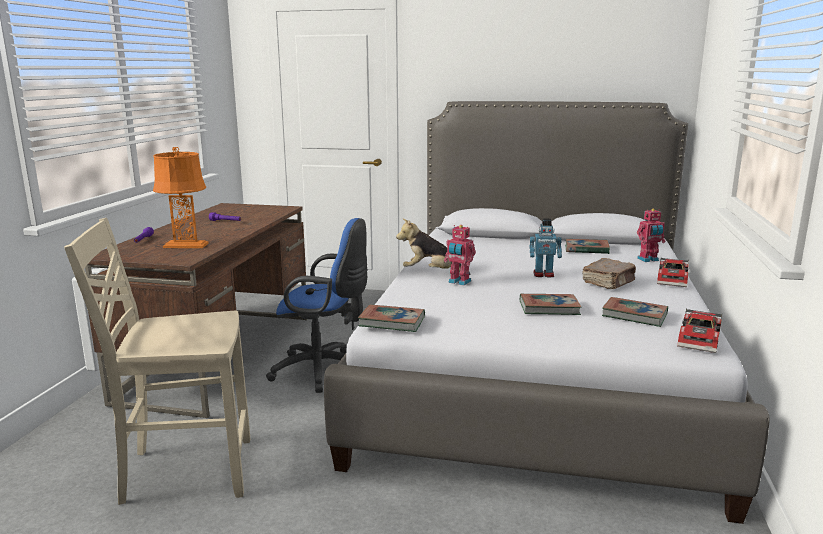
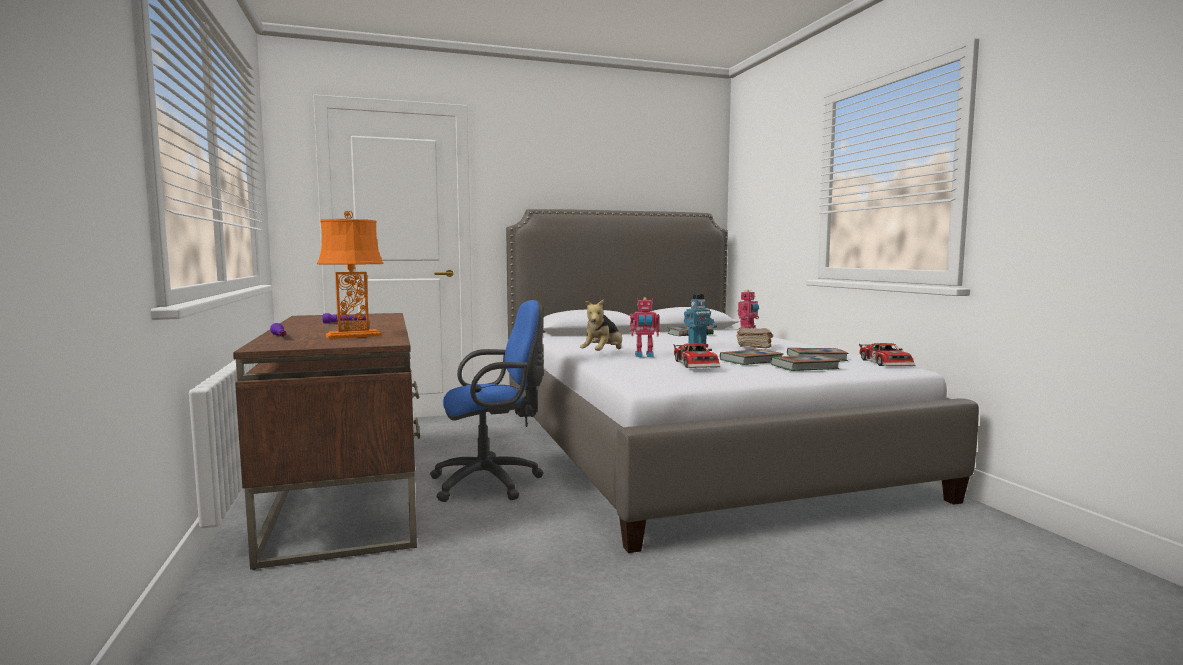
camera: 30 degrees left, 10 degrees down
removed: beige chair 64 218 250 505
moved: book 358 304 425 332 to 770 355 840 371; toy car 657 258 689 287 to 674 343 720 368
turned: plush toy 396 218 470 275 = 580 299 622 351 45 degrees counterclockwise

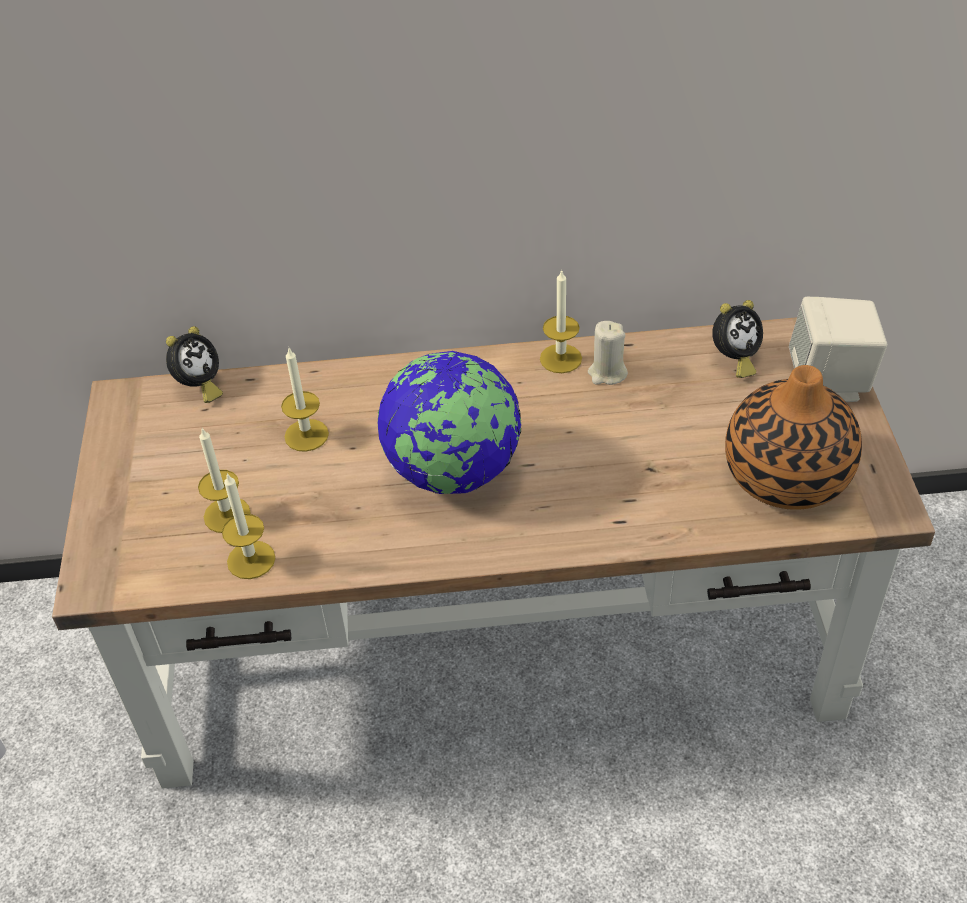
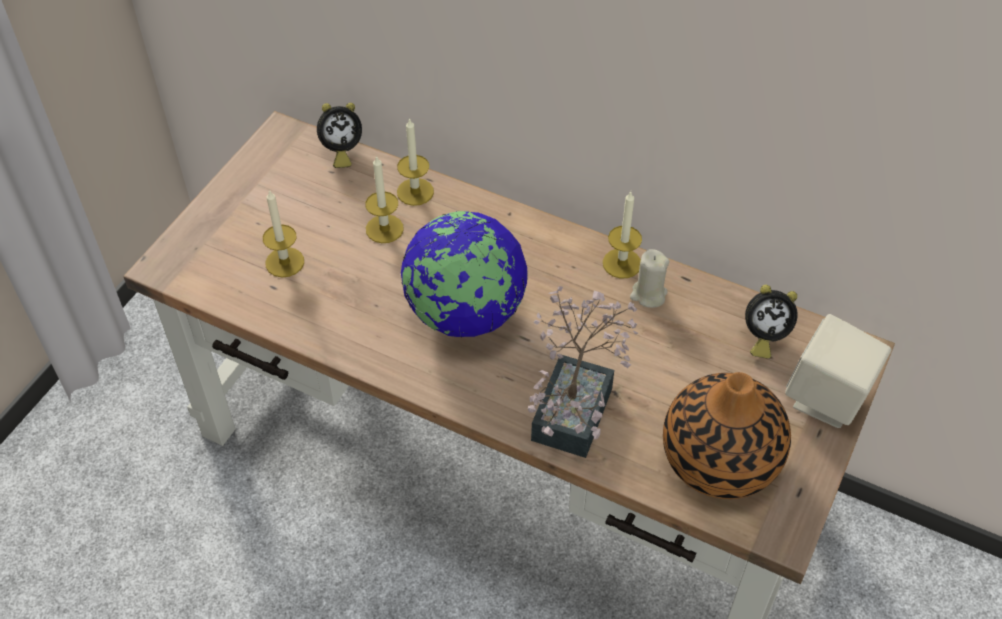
camera: 30 degrees right, 5 degrees up
added: potted plant 528 286 638 458
moved: candle 222 473 275 579 to 397 118 434 206

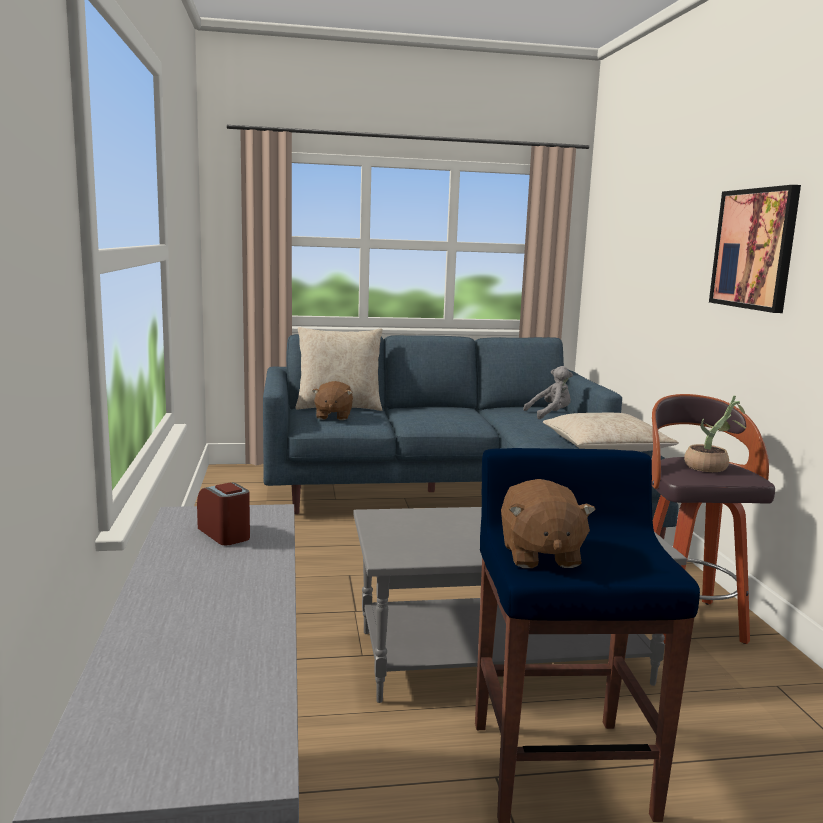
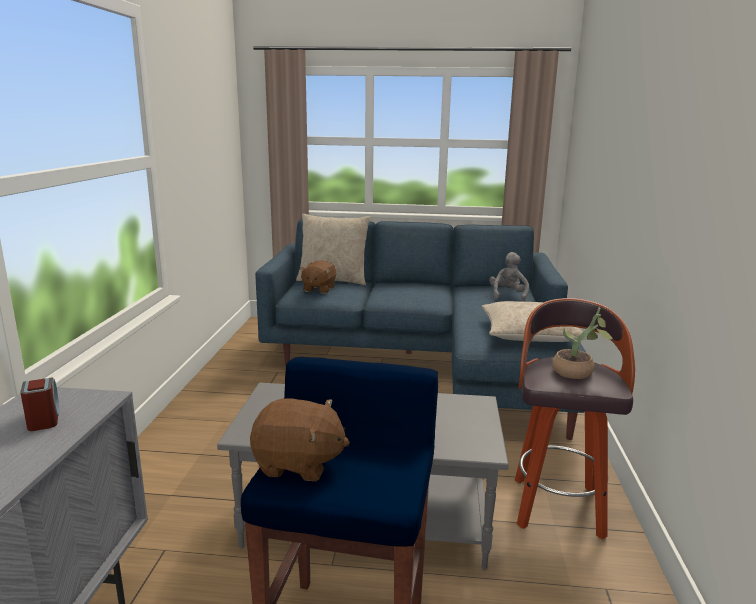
camera: 15 degrees right, 5 degrees up
removed: picture 709 185 801 313
turned: brown plush toy 501 479 596 568 = 250 398 350 481 90 degrees counterclockwise; grey plush toy 523 366 573 419 = 489 252 529 302 75 degrees counterclockwise

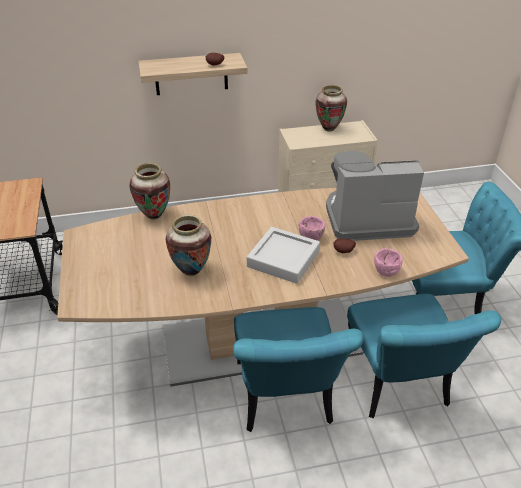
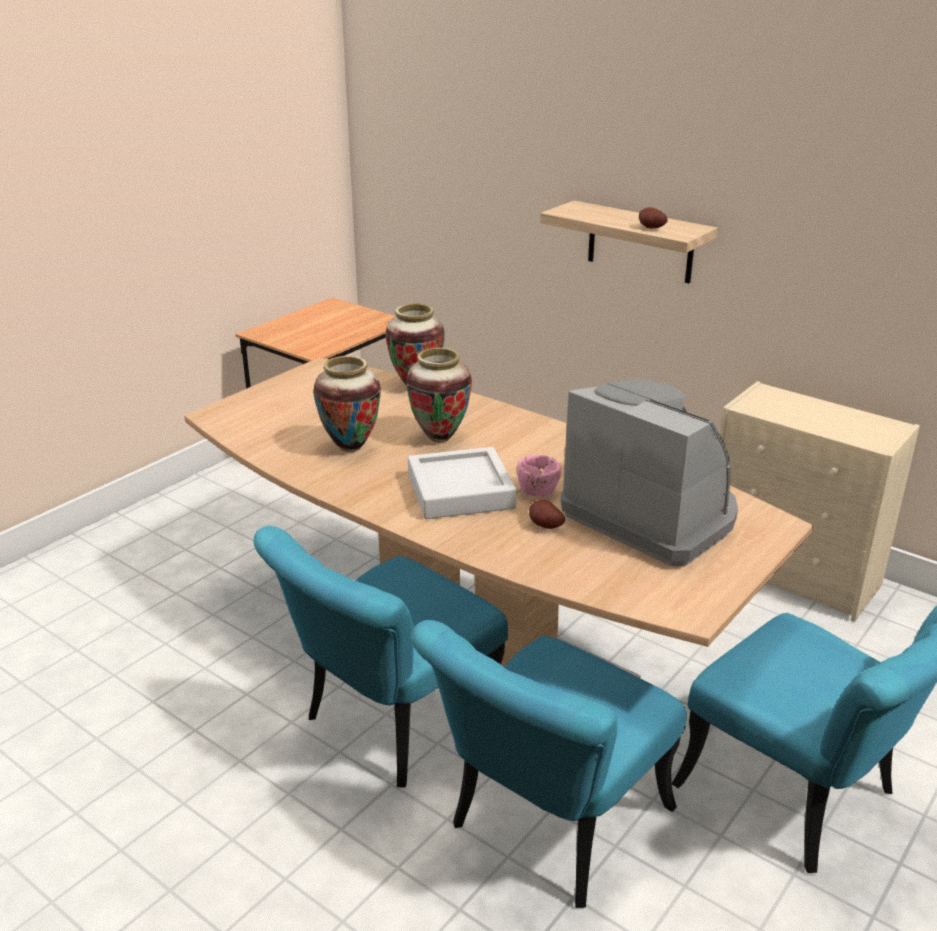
camera: 50 degrees right, 10 degrees down
removed: pink bowl 374 248 402 277
moved: vase 316 85 347 131 to 406 348 472 443

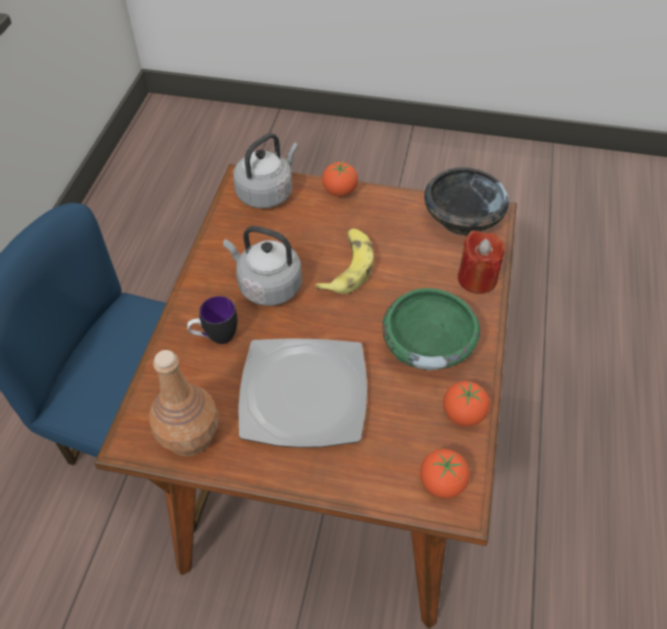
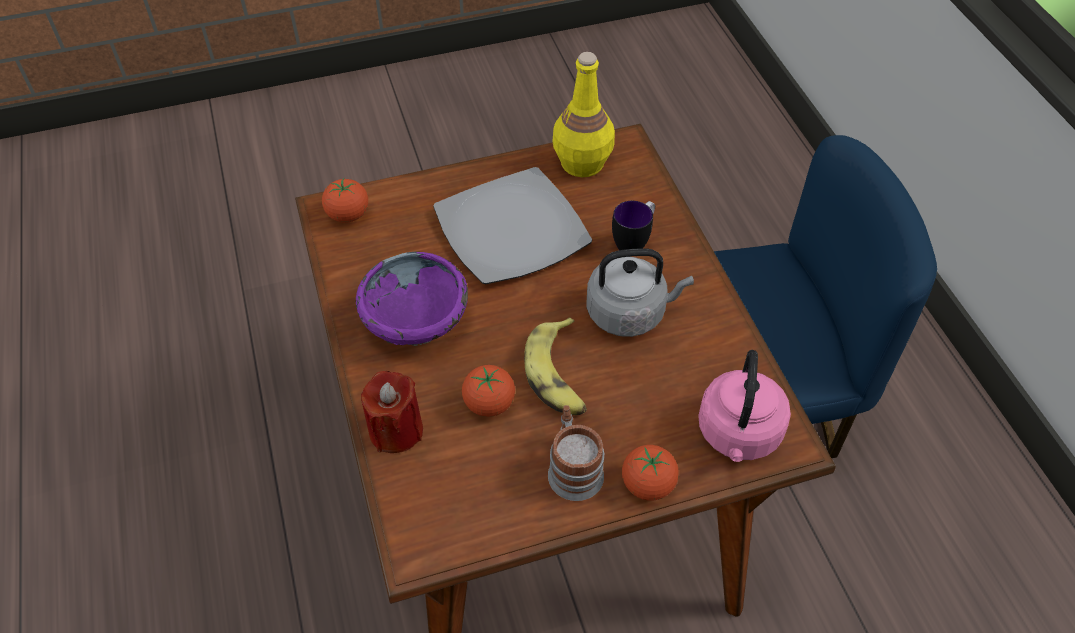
camera: 150 degrees right, 0 degrees up
removed: black bowl 424 167 509 236
added: mug 548 405 604 501
moved: tomato 443 381 490 426 to 462 365 515 417
recoloured: brown bottle 149 350 219 457 to yellow bottle 553 52 615 177; grey kettle 233 133 298 208 to pink kettle 698 350 791 462; green bowl 382 288 480 371 to purple bowl 356 252 468 346

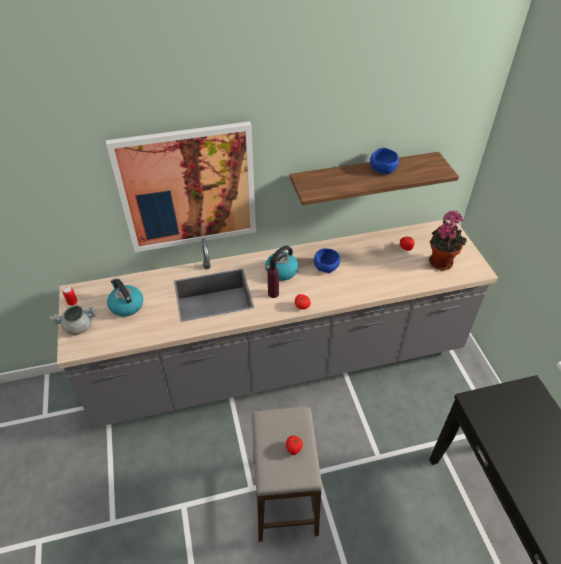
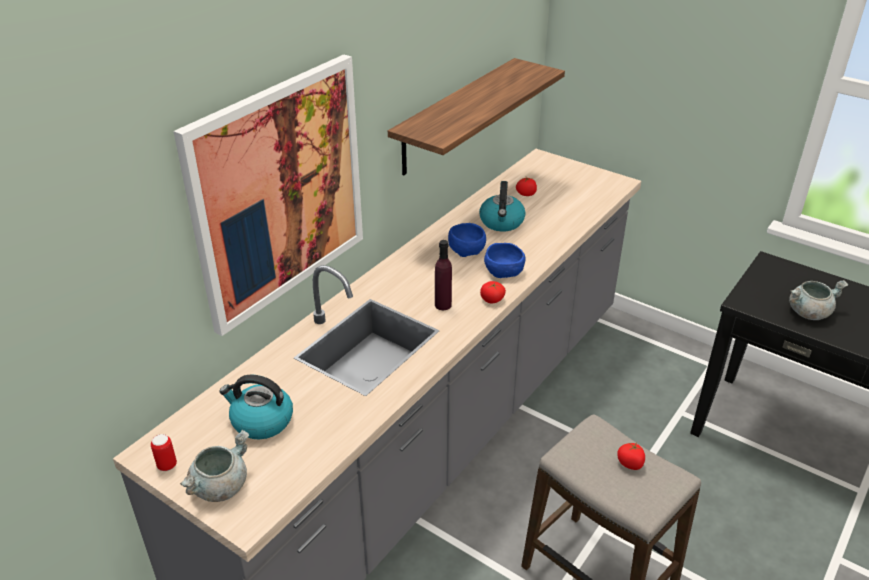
camera: 40 degrees left, 10 degrees down
removed: potted plant 429 210 467 270
added: grey cooking pot 789 280 848 320
moved: kettle 265 246 299 281 to 479 181 526 231; blue bowl 370 148 399 174 to 484 243 525 278

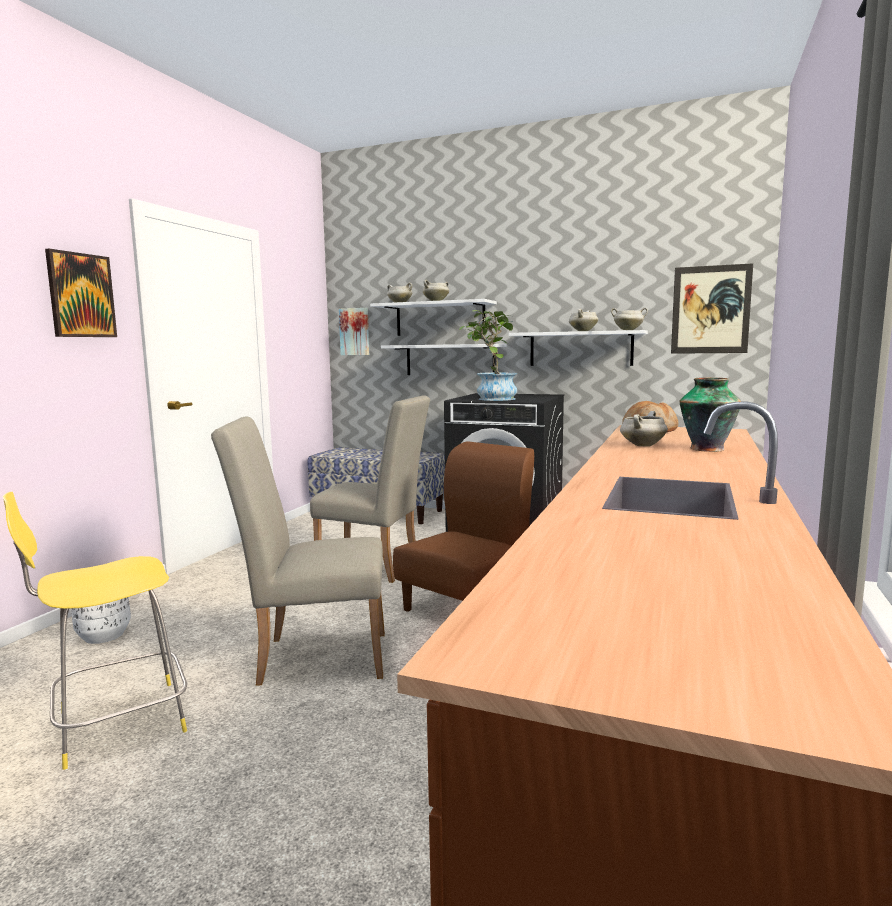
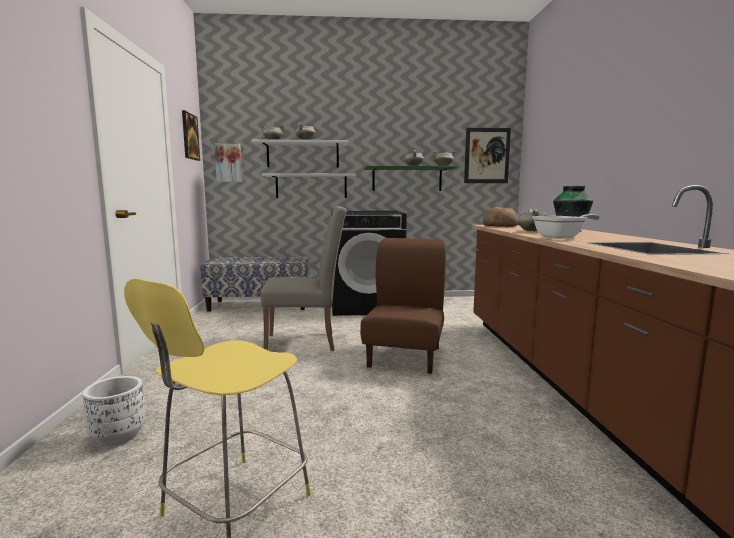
camera: 25 degrees left, 0 degrees up
removed: beige chair 211 417 385 686; potted plant 459 310 517 401
added: frying pan 532 214 600 239
moved: picture 45 249 117 337 to 182 110 200 161
recoloured: white shelf 509 330 648 366 to green shelf 364 166 457 191

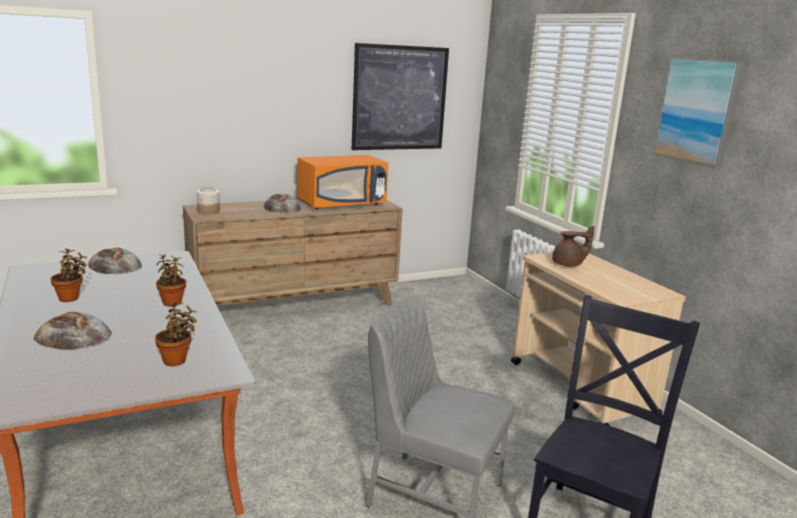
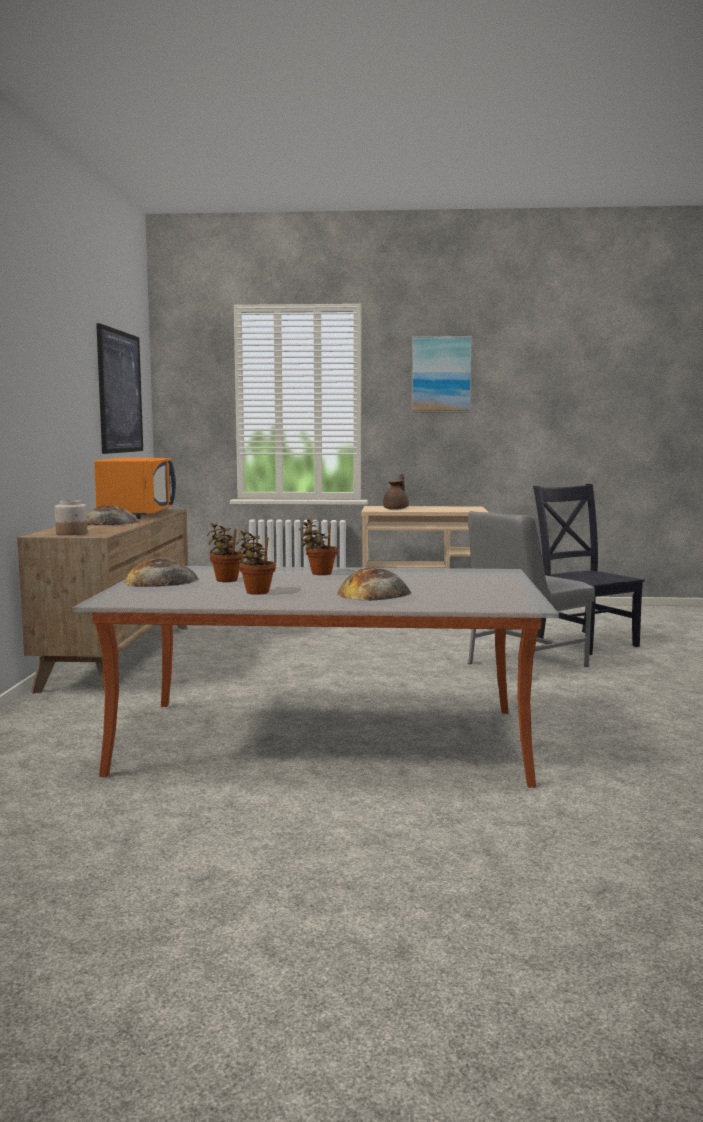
camera: 60 degrees left, 10 degrees down
moved: potted plant 155 301 197 366 to 207 522 244 582

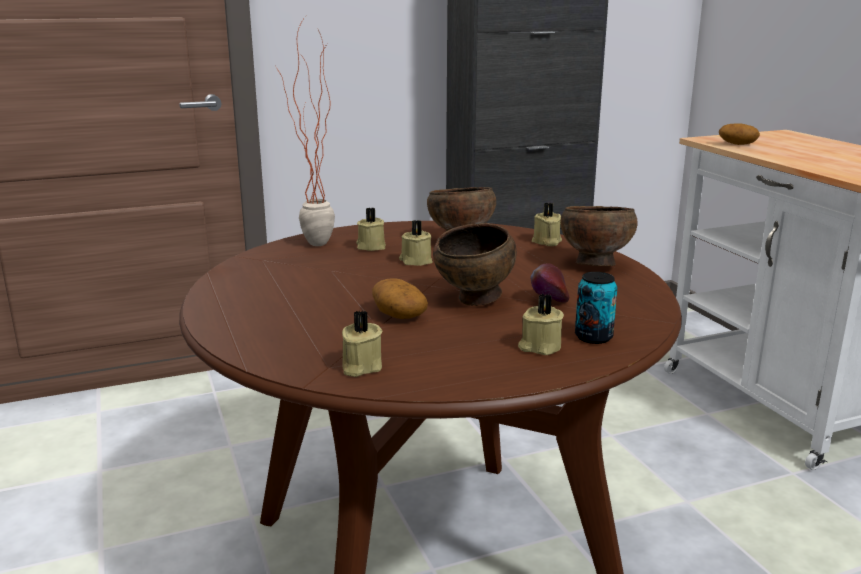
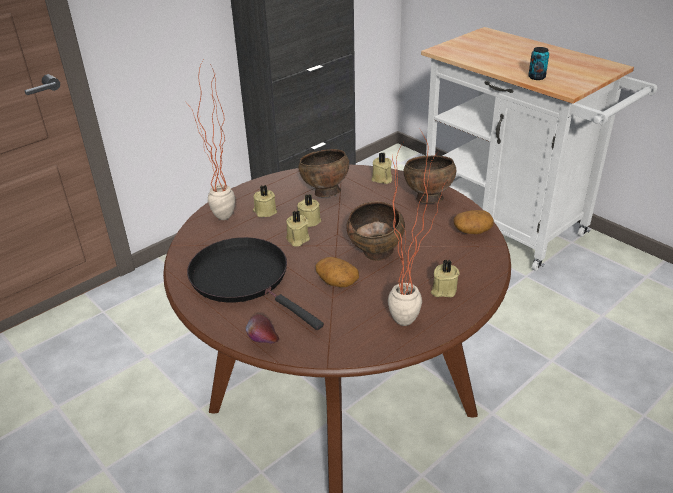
camera: 20 degrees left, 15 degrees up
added: black frying pan 187 237 324 330; potted plant 388 128 449 326
moved: beige candle 342 310 383 377 to 286 210 310 246; apple 531 264 569 303 to 245 314 279 343; can 575 272 617 344 to 528 47 549 80; potato 719 123 760 145 to 453 210 494 234

